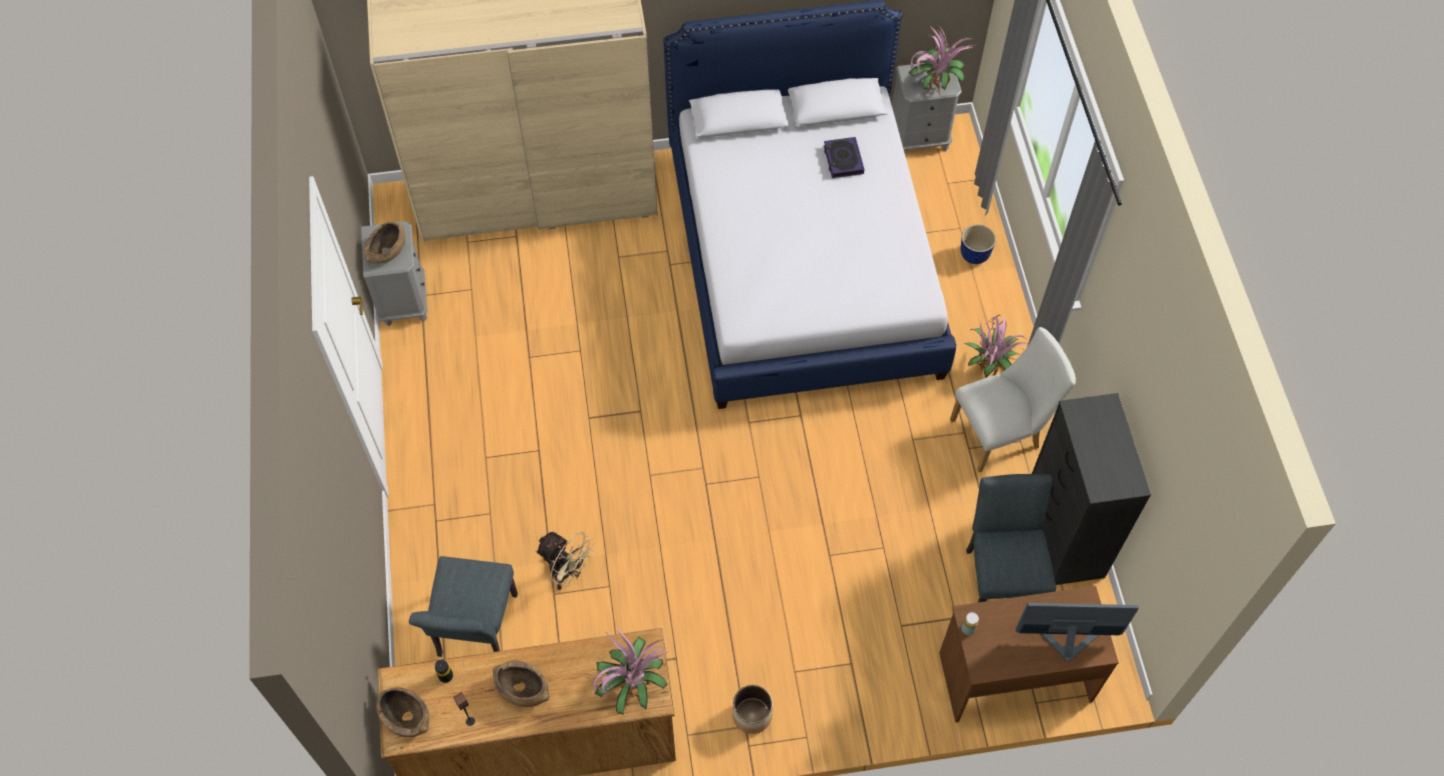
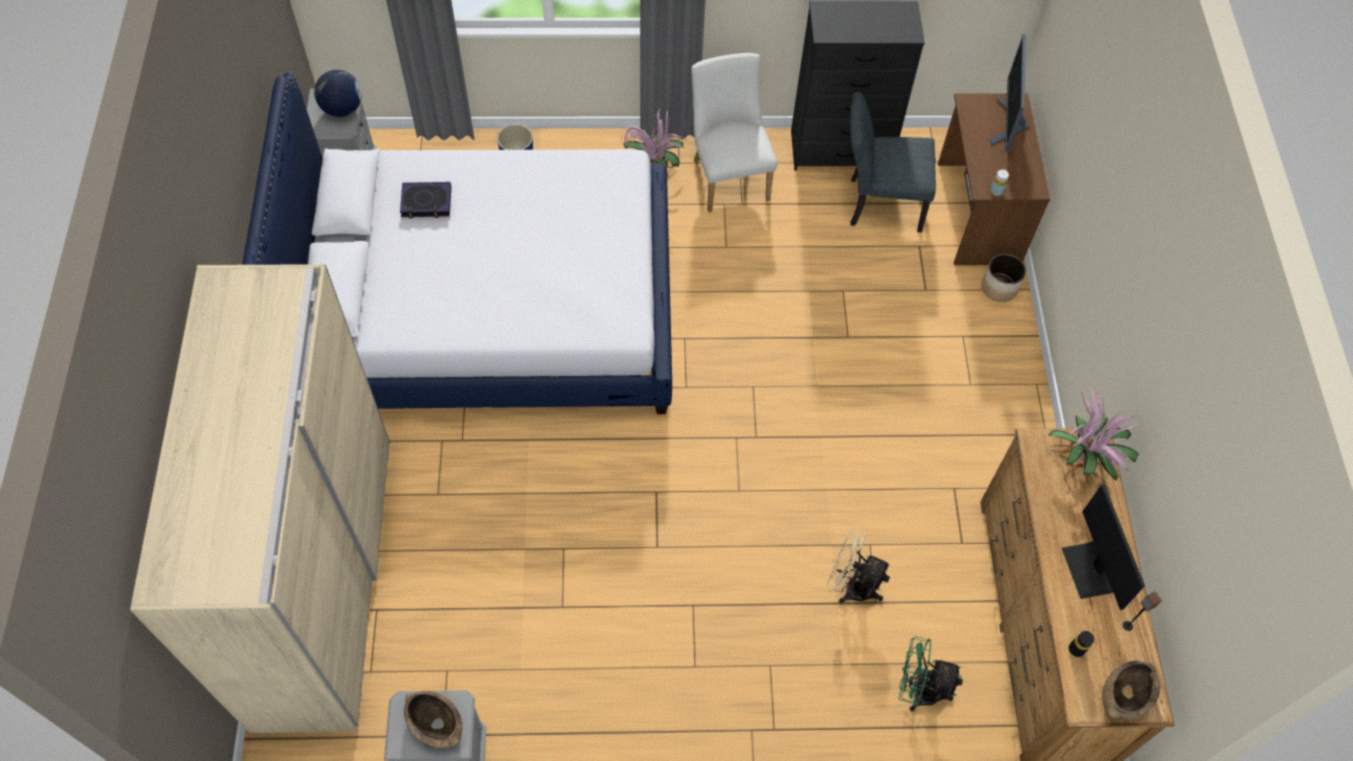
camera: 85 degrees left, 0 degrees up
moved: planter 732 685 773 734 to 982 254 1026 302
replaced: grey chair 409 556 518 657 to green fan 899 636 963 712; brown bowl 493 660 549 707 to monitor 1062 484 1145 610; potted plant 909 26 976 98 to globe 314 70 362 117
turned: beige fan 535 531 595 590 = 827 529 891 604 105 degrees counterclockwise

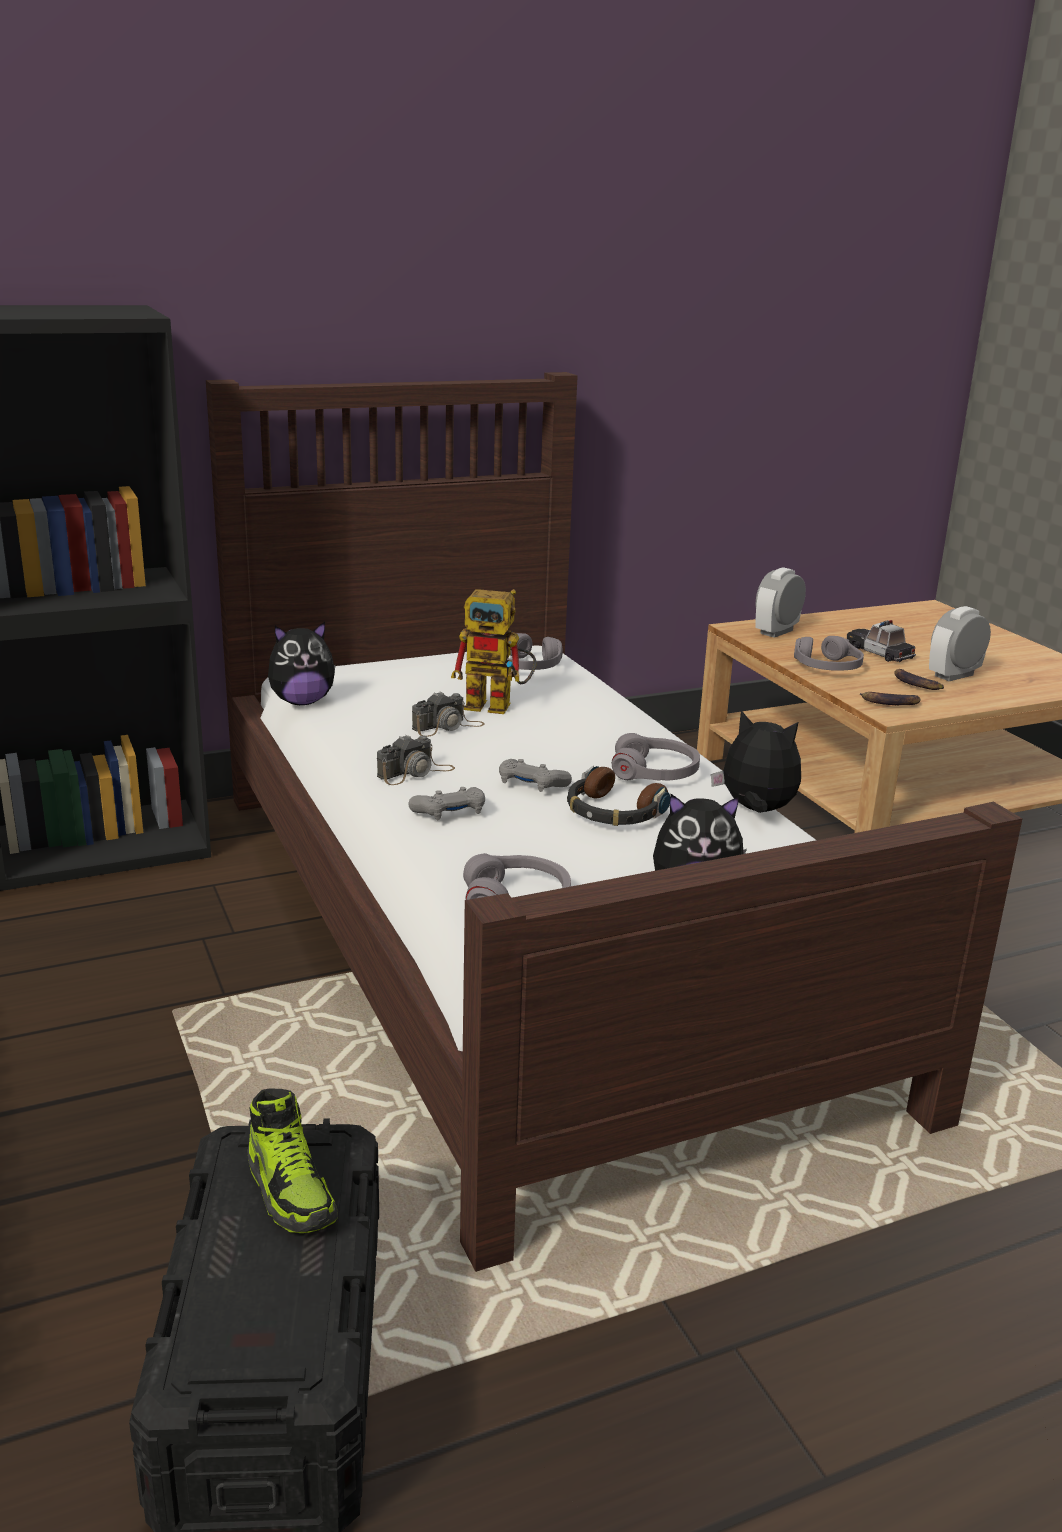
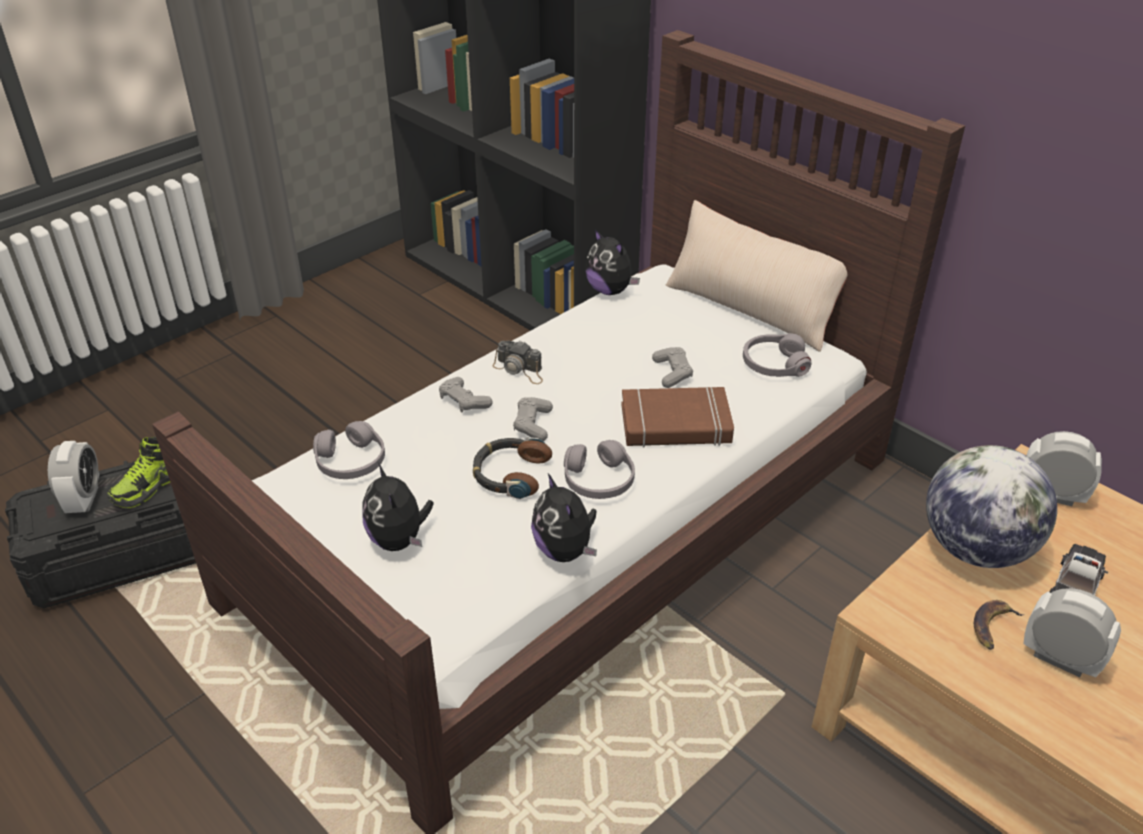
camera: 70 degrees right, 15 degrees up
removed: photo camera 412 691 485 737; banana 860 692 921 705
added: alarm clock 48 441 99 513; brown book 621 387 734 448; beige pillow 666 200 847 352
replaced: toy robot 451 589 537 714 to grey game controller 652 347 693 388; grey headphones 794 636 864 671 to globe 926 445 1057 568
turned: plush toy 711 710 801 813 = 531 473 597 562 150 degrees clockwise

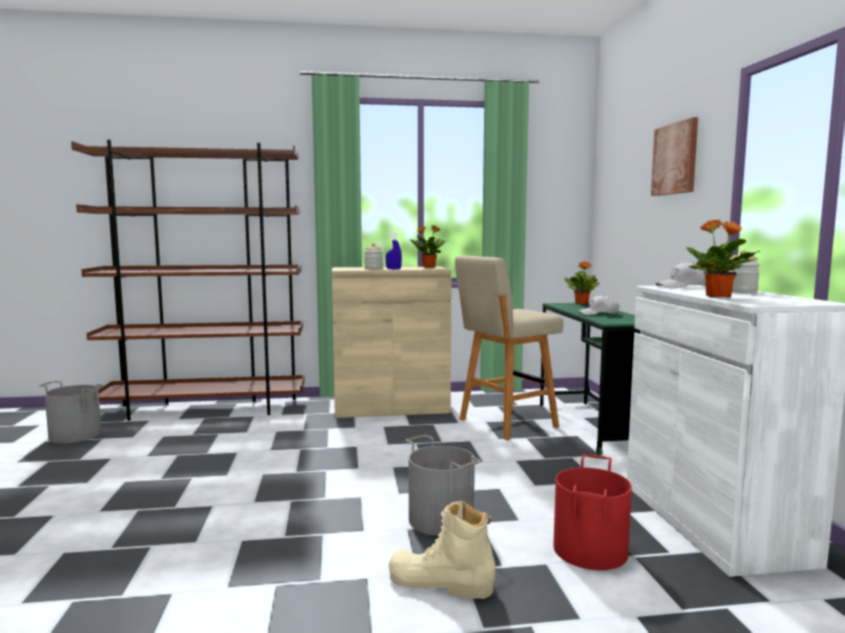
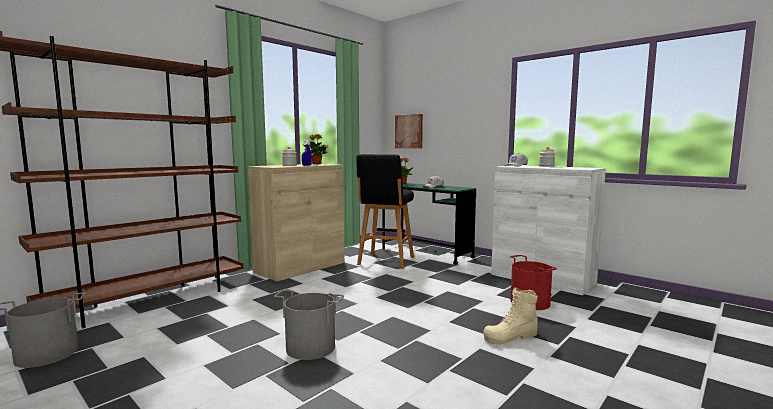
camera: 40 degrees left, 0 degrees up
removed: potted plant 686 220 761 298
moved: grey bucket 406 435 481 536 to 274 289 344 360; picture 651 117 698 196 to 395 114 423 148
recoloured: beige stool 455 256 564 440 to black stool 356 154 414 269

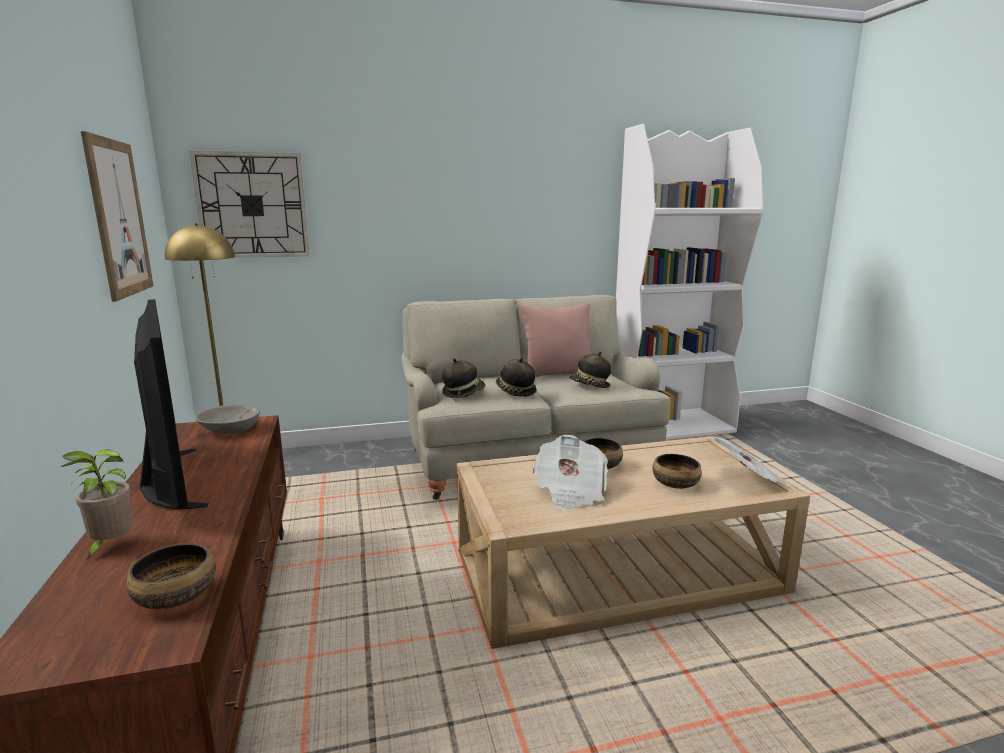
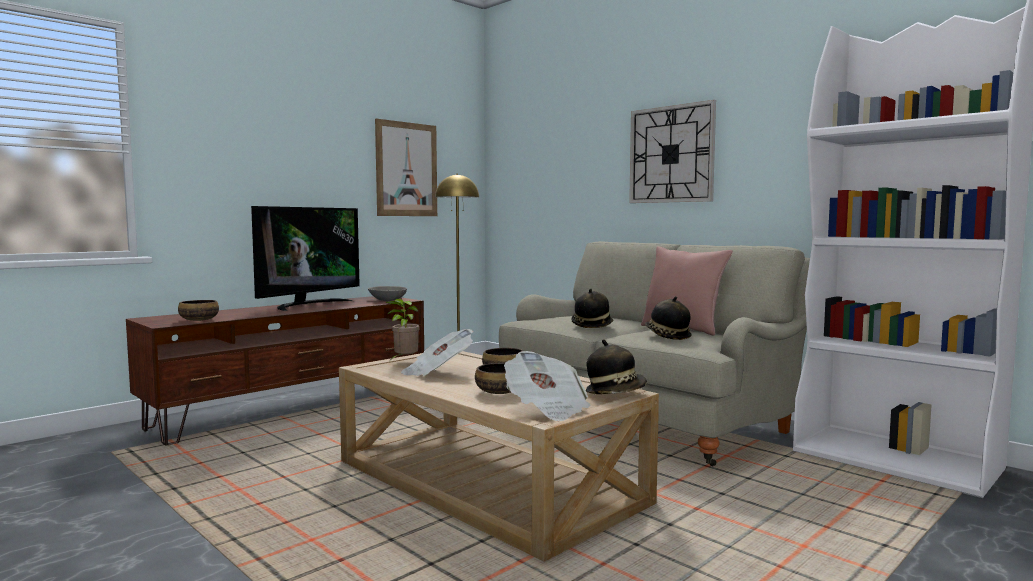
camera: 60 degrees right, 10 degrees down
moved: potted plant 61 449 134 561 to 385 299 419 359; wall clock 189 151 310 258 to 629 100 716 203; hat 442 358 485 398 to 586 339 647 394

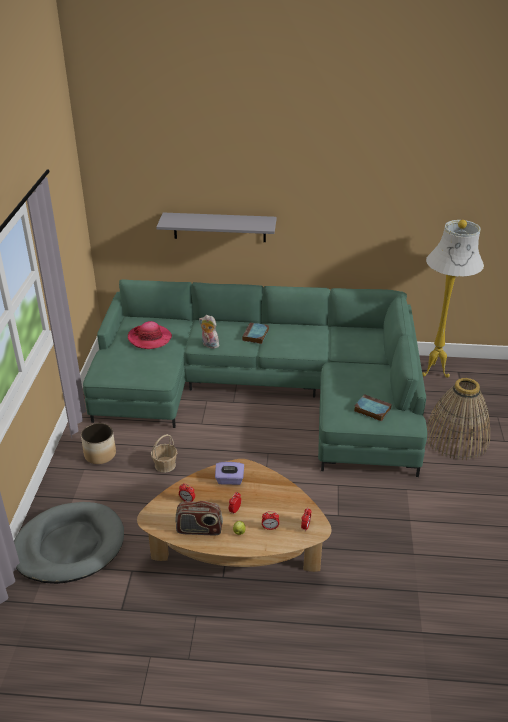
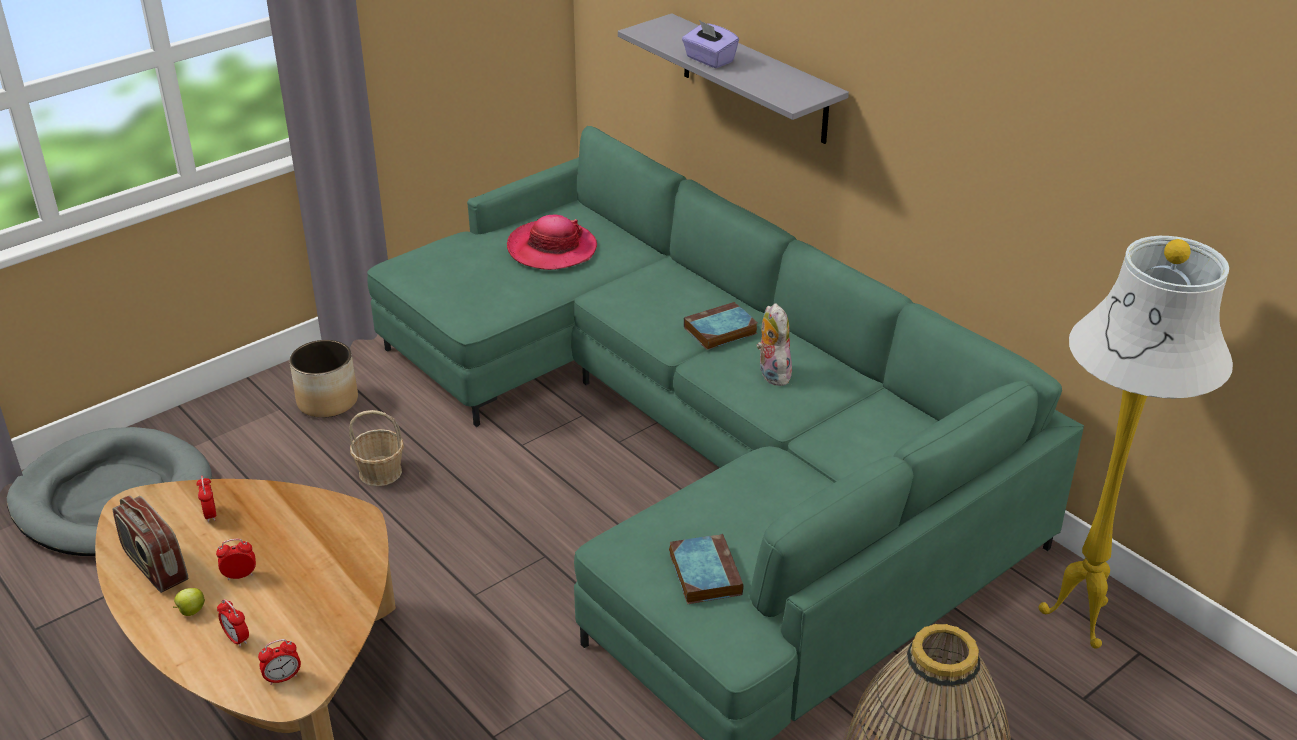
camera: 45 degrees right, 0 degrees up
moved: plush toy 199 315 219 349 to 756 303 792 386; purple tissue box 215 462 244 485 to 682 20 739 68

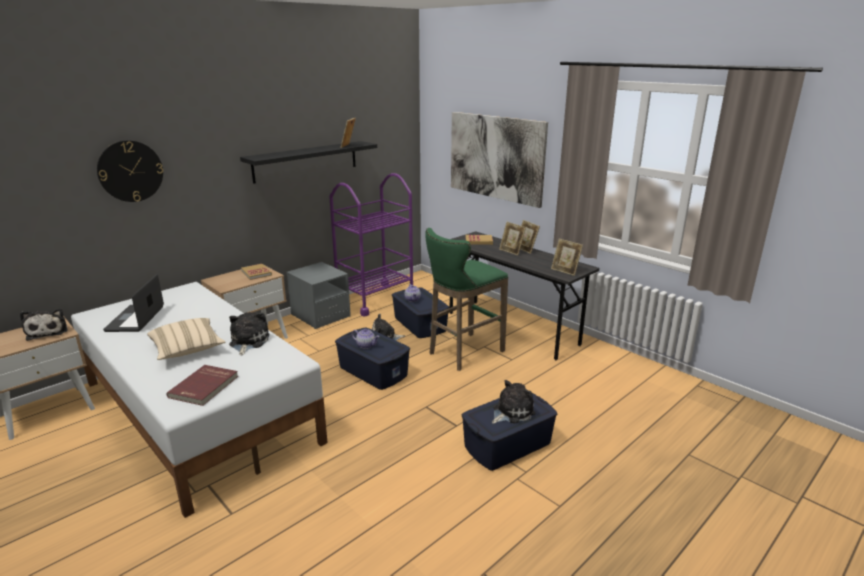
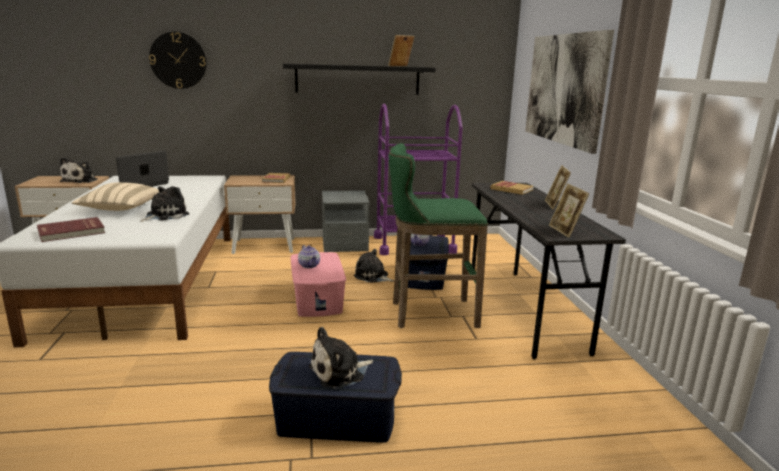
camera: 35 degrees right, 5 degrees down
removed: picture frame 499 222 526 255
recoloured: blue storage box 335 327 410 390 to pink storage box 291 252 346 317
turned: plush toy 492 380 536 424 = 309 327 373 389 150 degrees clockwise

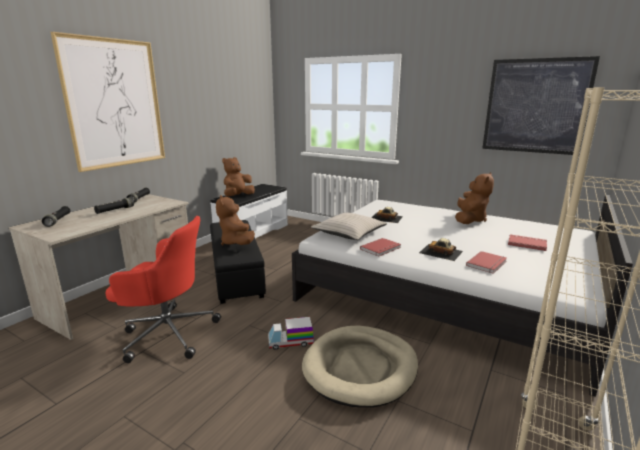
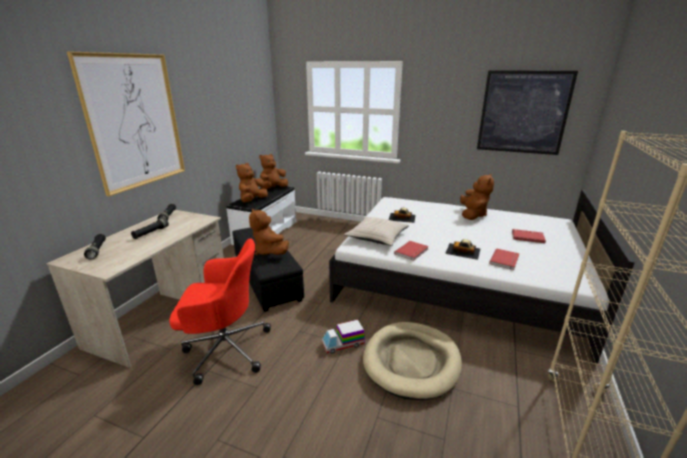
camera: 10 degrees left, 5 degrees up
added: brown plush toy 259 154 288 189

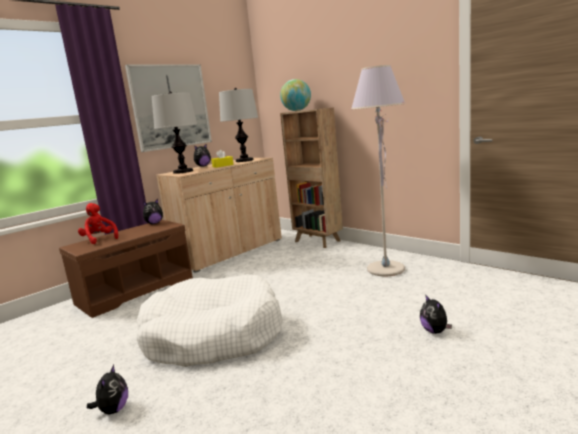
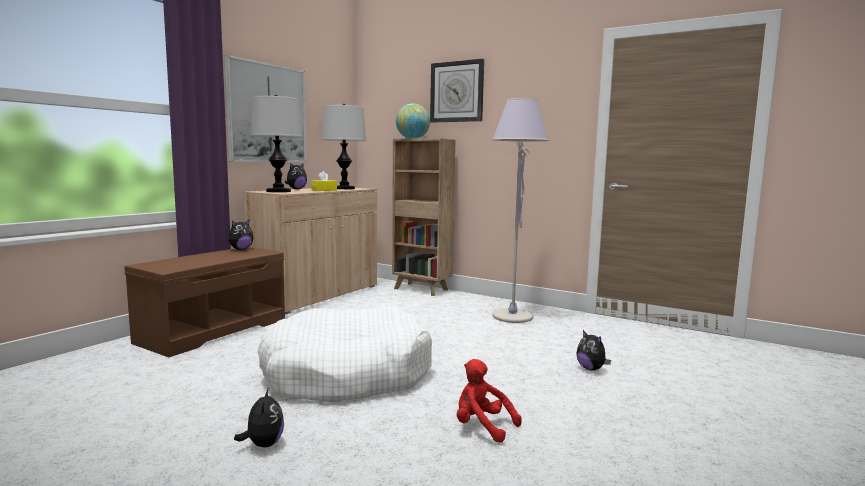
camera: 15 degrees left, 5 degrees down
added: wall clock 430 59 484 123
moved: red plush toy 78 203 118 244 to 457 359 522 443

